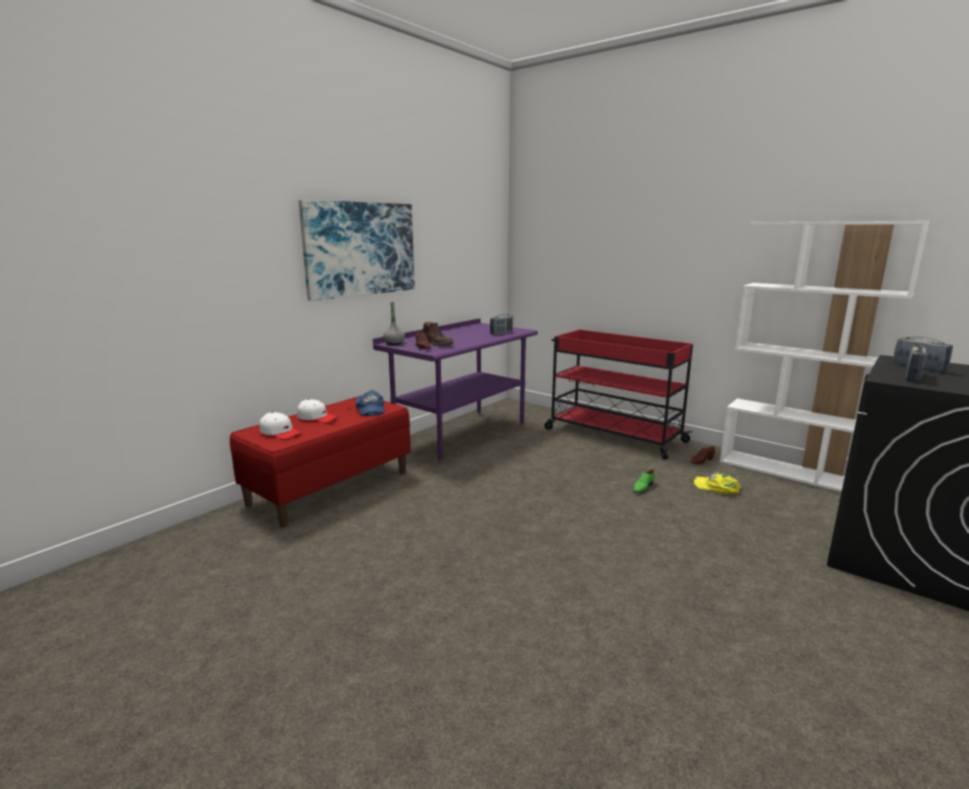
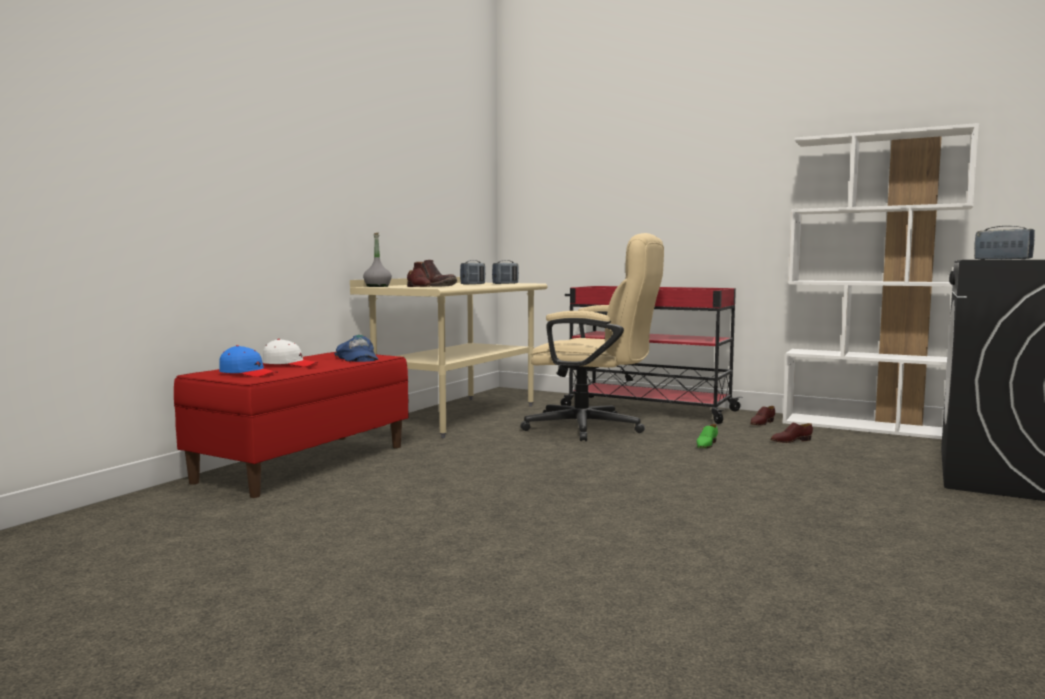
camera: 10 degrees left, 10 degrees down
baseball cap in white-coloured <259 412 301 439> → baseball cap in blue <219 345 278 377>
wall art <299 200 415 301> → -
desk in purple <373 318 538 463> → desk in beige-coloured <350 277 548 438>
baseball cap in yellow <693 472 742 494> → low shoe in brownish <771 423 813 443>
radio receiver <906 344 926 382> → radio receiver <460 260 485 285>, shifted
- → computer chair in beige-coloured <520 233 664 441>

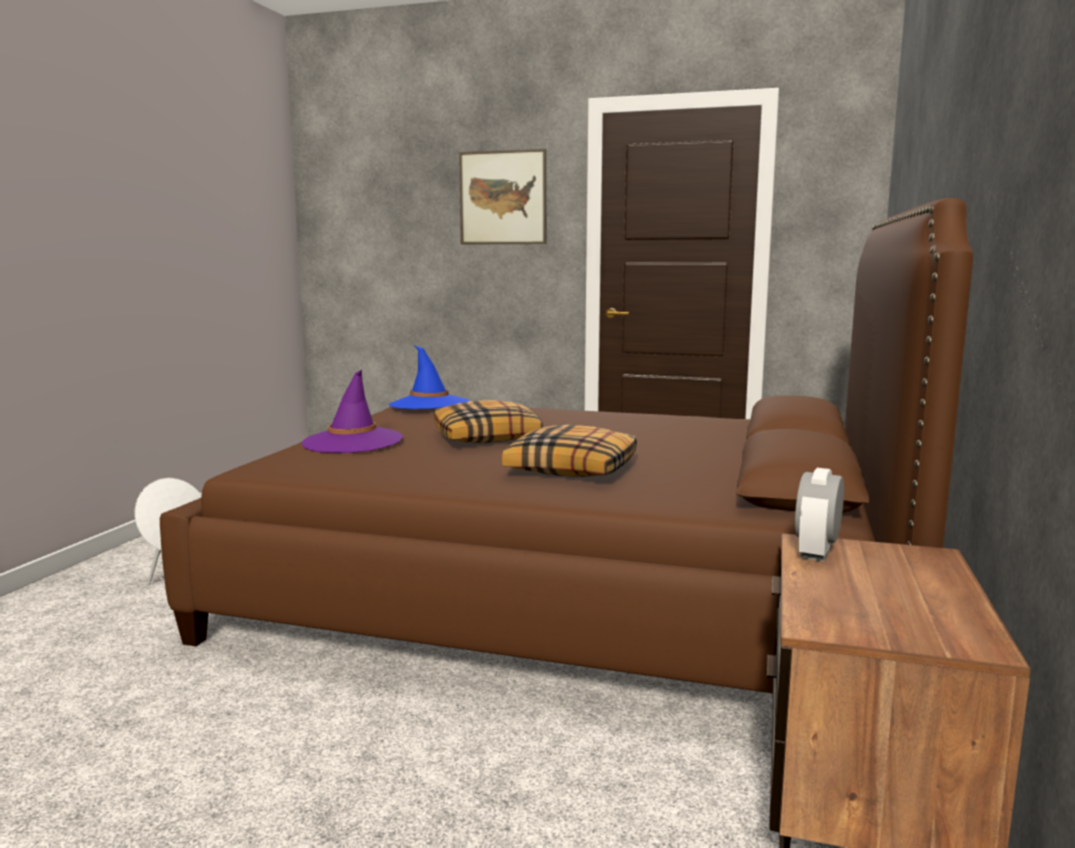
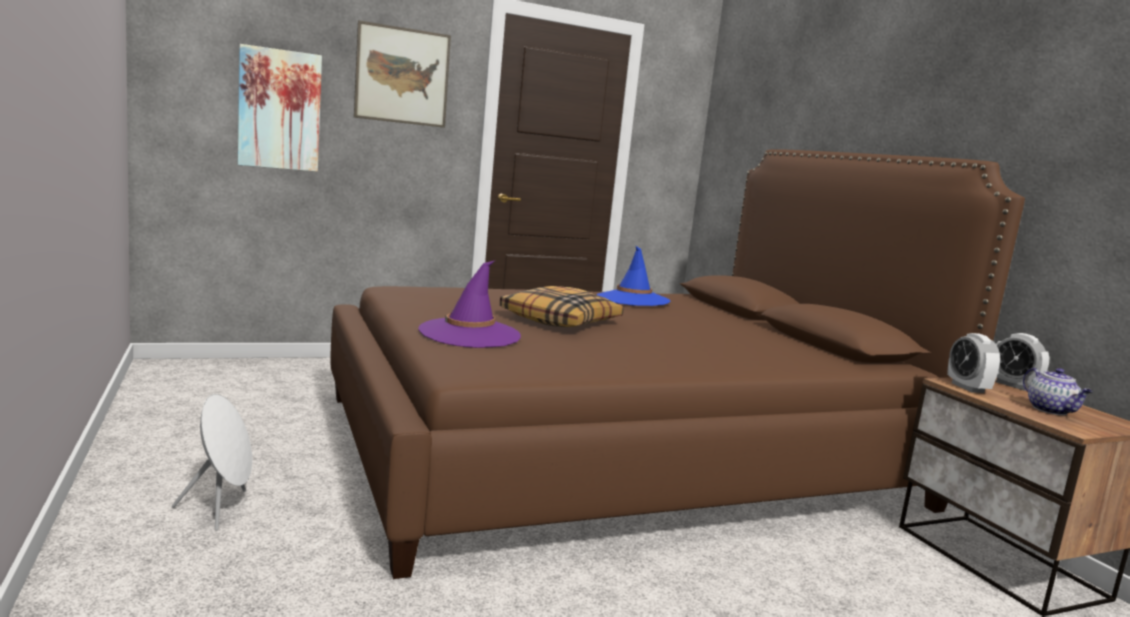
camera: 40 degrees left, 0 degrees up
clothing hat in blue <389 345 469 409> → clothing hat in blue <597 246 671 306>, shifted
pillow <502 425 637 477> → -
- → wall art <238 44 322 172>
- → table clock <996 333 1050 391>
- → pot for tea <1023 368 1093 415>

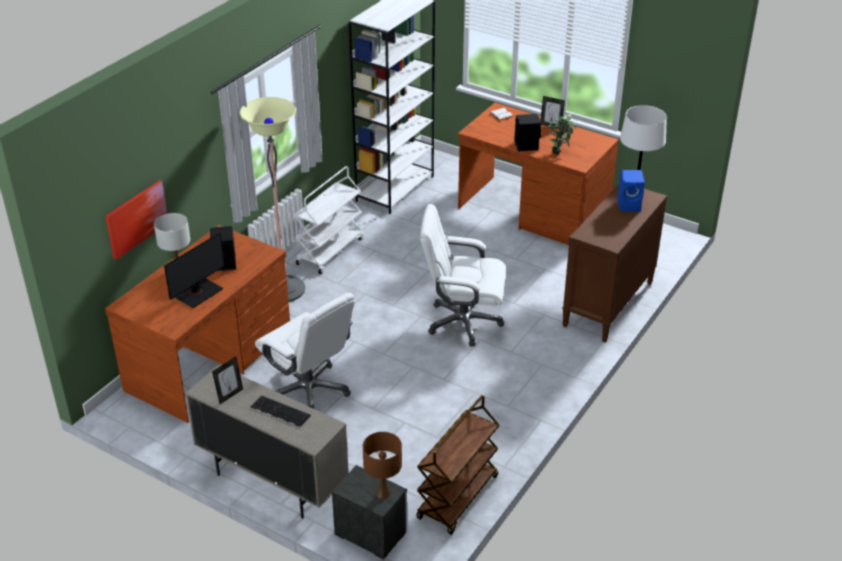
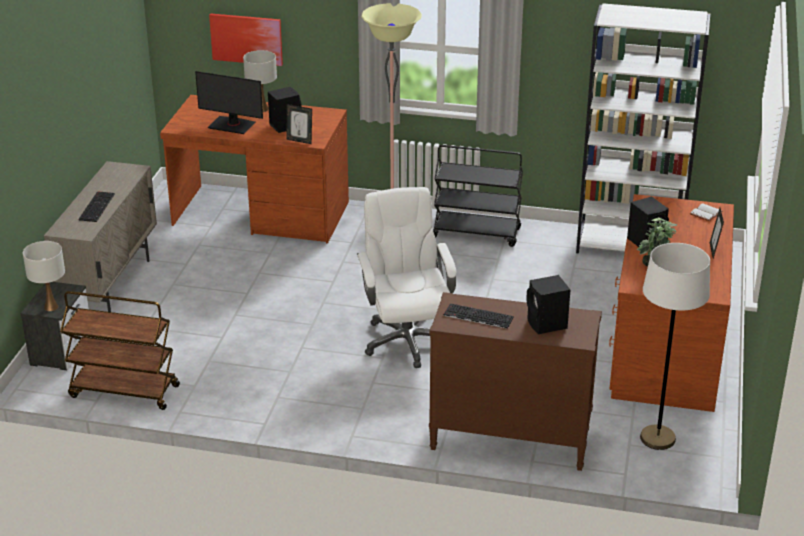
camera: 70 degrees right, 5 degrees down
picture frame <212 357 243 404> → picture frame <286 104 312 144>, shifted
computer chair in white-coloured <255 293 355 409> → -
cart in white-coloured <294 166 363 274> → cart in black-coloured <433 145 523 247>
table lamp in brownish <363 432 402 499> → table lamp in white-coloured <23 241 65 311>
audio speaker in blue <618 170 645 212> → audio speaker in black-coloured <526 275 570 334>
- → keyboard <443 303 514 329>

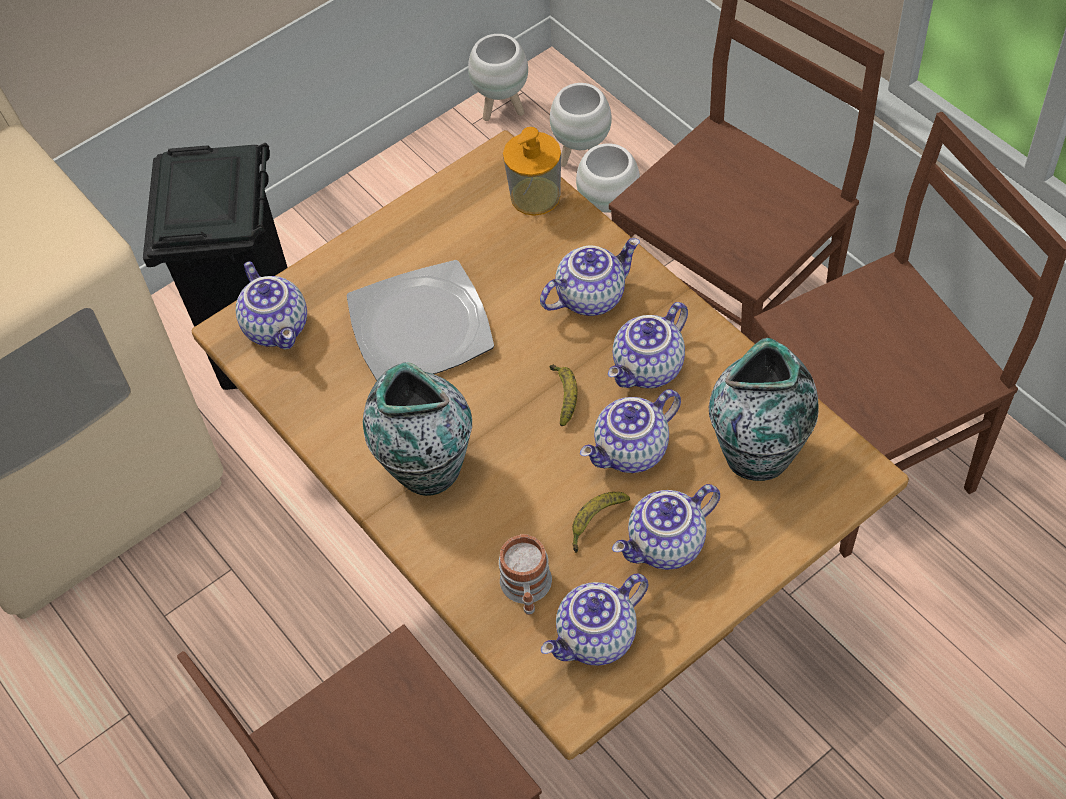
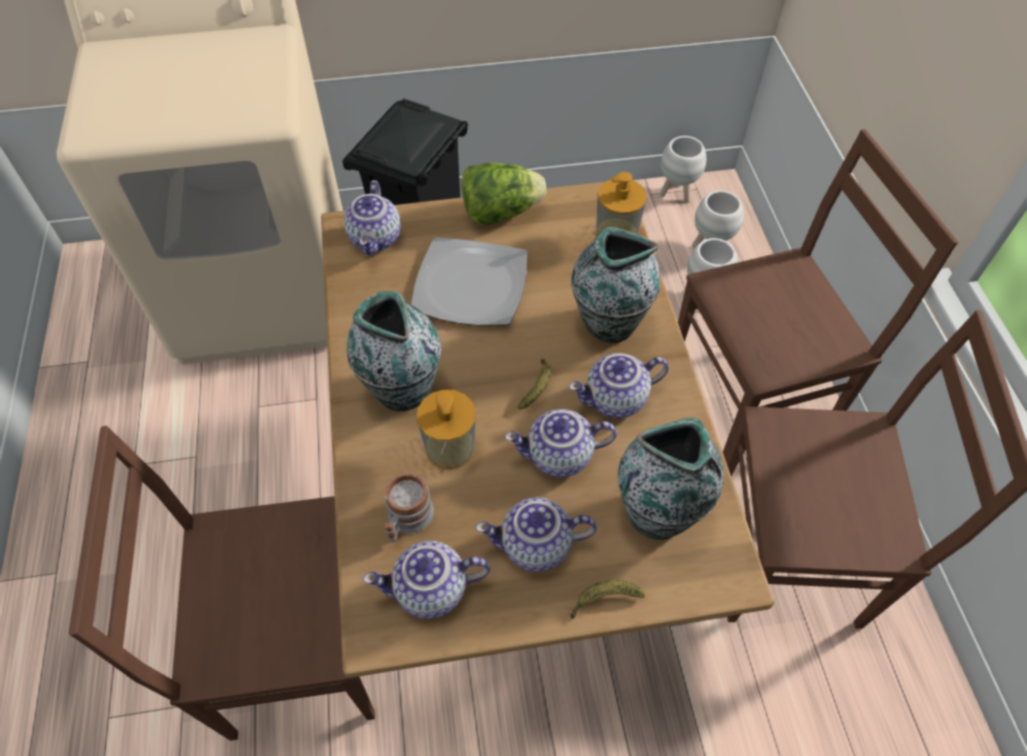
camera: 25 degrees right, 0 degrees up
pot for tea <540 238 640 316> → decorative vase <571 227 660 343>
banana <572 492 630 553> → banana <571 580 645 619>, shifted
- → liquid soap bottle <416 390 476 469>
- → head of lettuce <462 163 546 225>

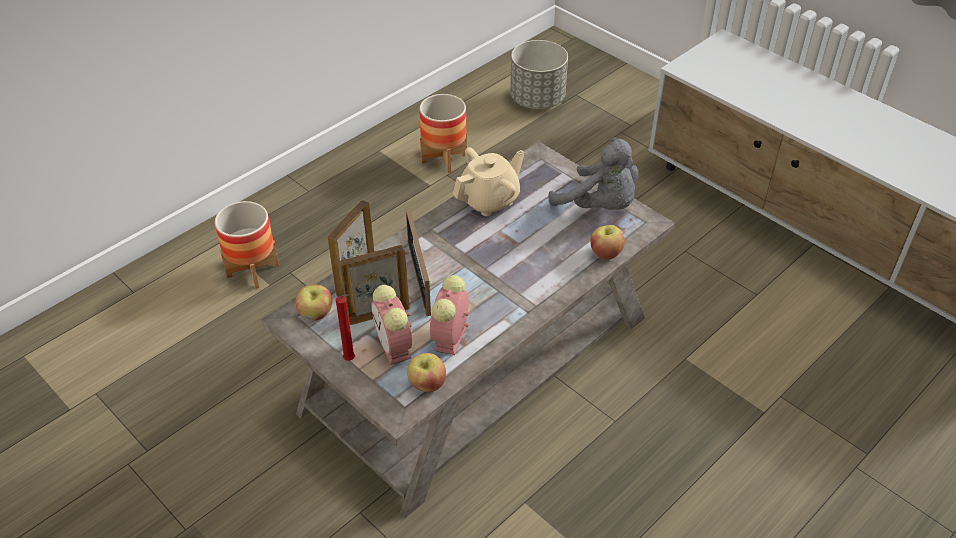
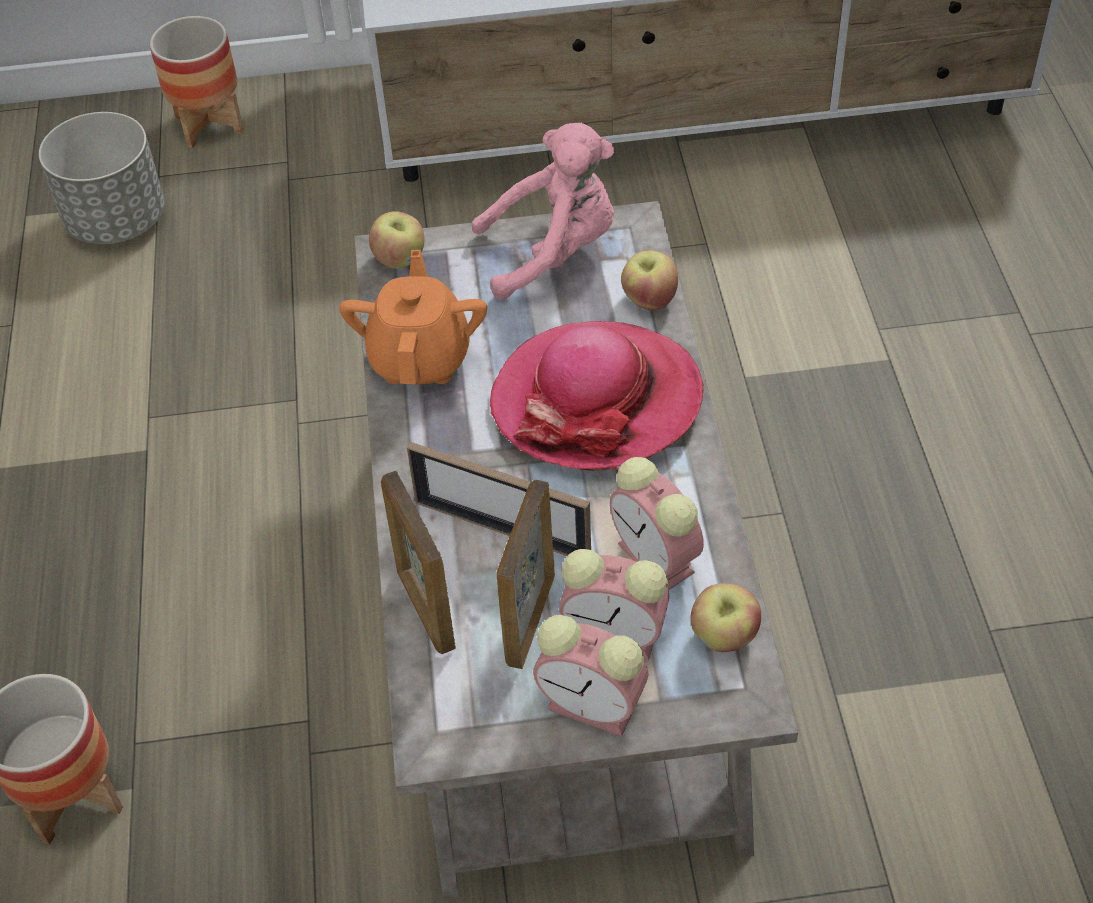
camera: 50 degrees left, 5 degrees up
whole apple <296 284 332 321> → whole apple <369 211 425 269>, shifted
wax light in reddish <336 294 355 361> → table clock <533 615 649 737>
plant pot <419 94 467 173> → plant pot <150 16 244 148>, shifted
pot for tea in beige-coloured <453 147 525 216> → pot for tea in orangey <339 250 487 384>
plush toy in gray <548 138 638 210> → plush toy in pinkish <472 123 614 299>
- → clothing hat <490 321 703 471>

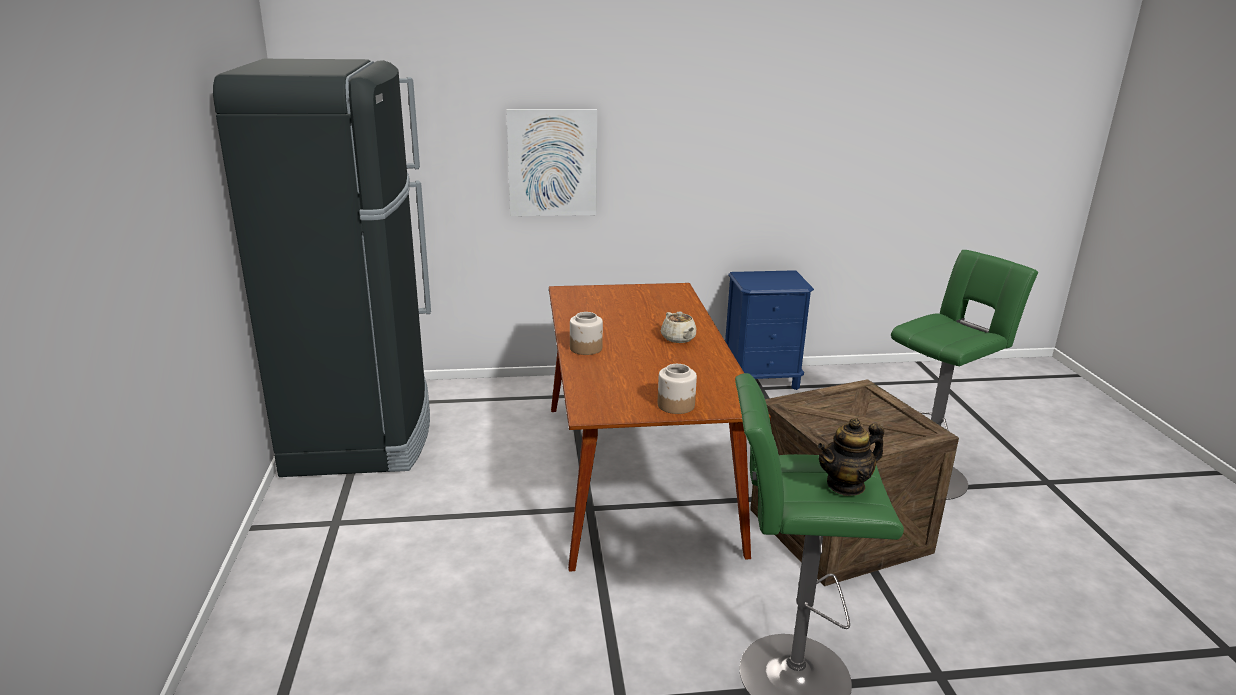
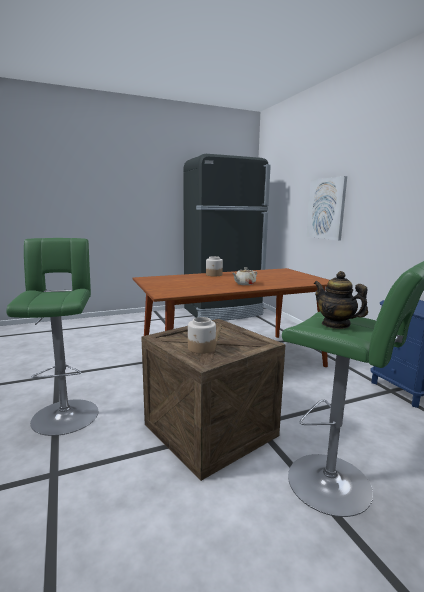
camera: 75 degrees right, 10 degrees down
preserve jar <658 364 697 414> → preserve jar <188 317 216 354>, shifted
pot for tea <817 418 884 496> → pot for tea <314 271 368 329>, shifted

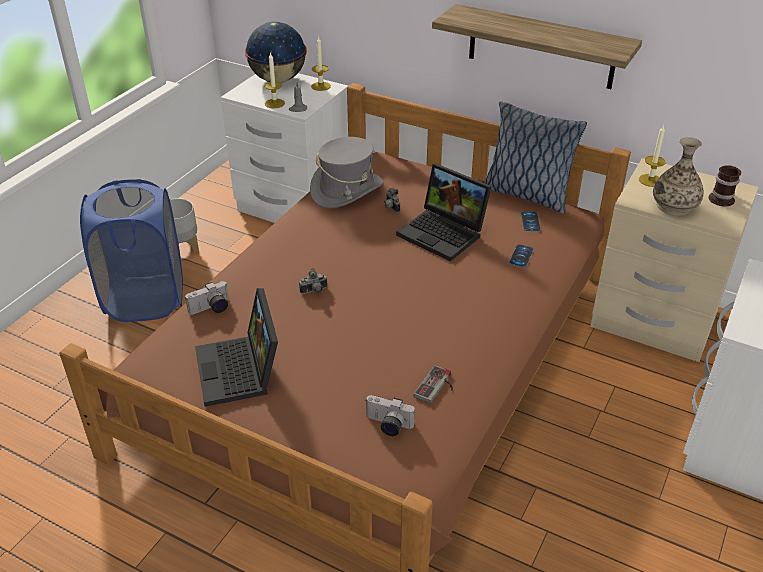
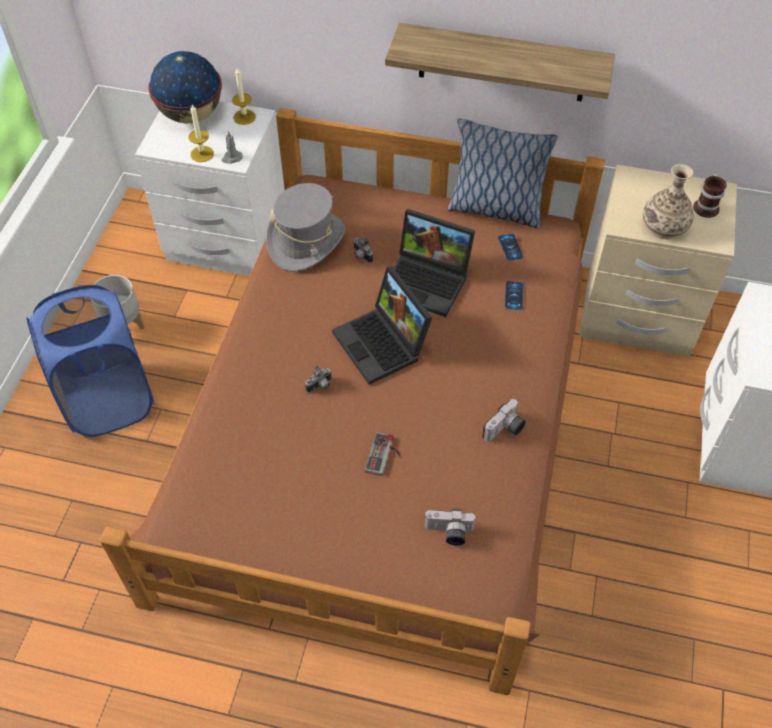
camera: 15 degrees left, 15 degrees up
photo camera <185 281 229 315> → photo camera <482 399 526 442>, shifted
portable computer <195 288 278 407> → portable computer <332 266 433 385>, shifted
game controller <414 365 453 403> → game controller <365 432 400 476>, shifted
wax light <639 125 665 187> → -

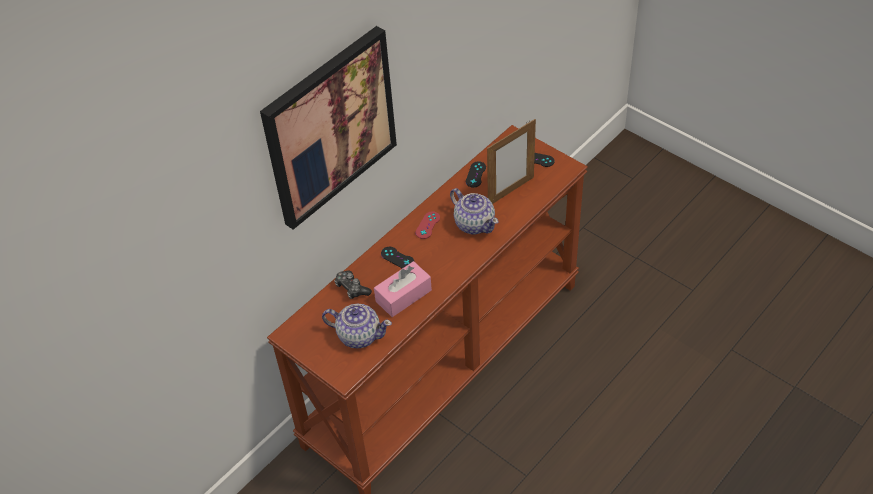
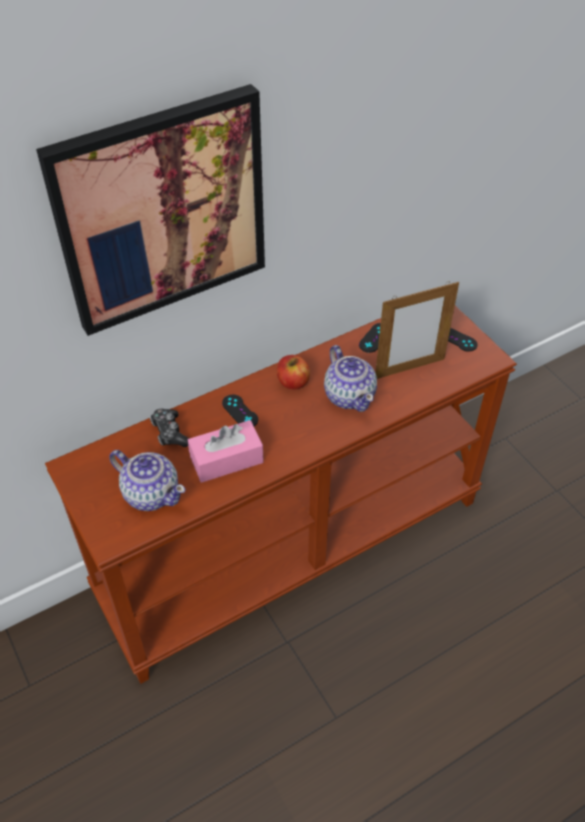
camera: 15 degrees right, 0 degrees up
game controller in reddish <416 211 440 239> → whole apple <277 355 310 390>

